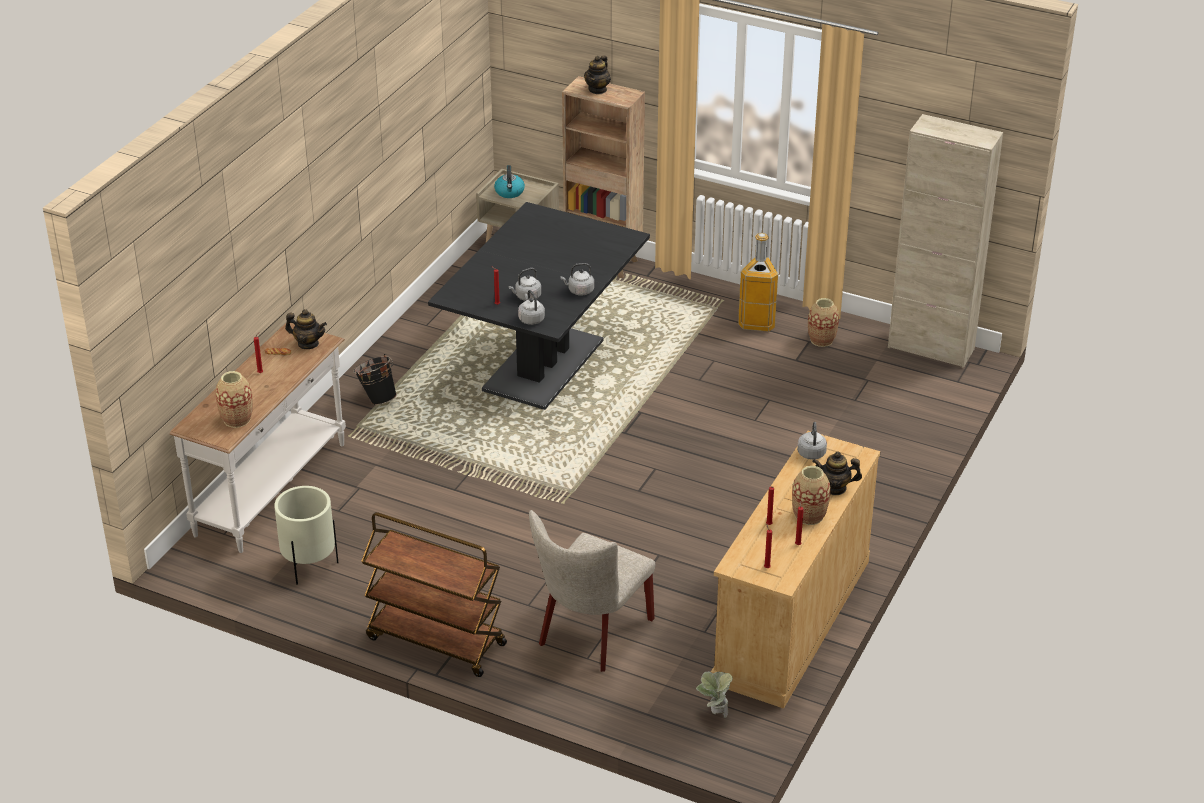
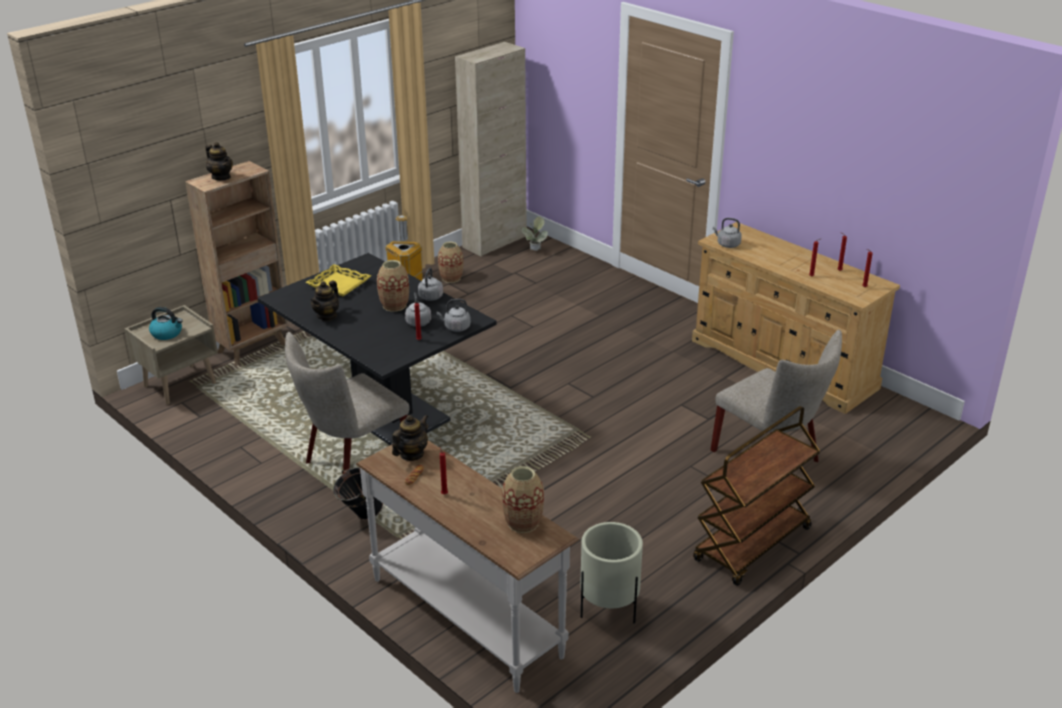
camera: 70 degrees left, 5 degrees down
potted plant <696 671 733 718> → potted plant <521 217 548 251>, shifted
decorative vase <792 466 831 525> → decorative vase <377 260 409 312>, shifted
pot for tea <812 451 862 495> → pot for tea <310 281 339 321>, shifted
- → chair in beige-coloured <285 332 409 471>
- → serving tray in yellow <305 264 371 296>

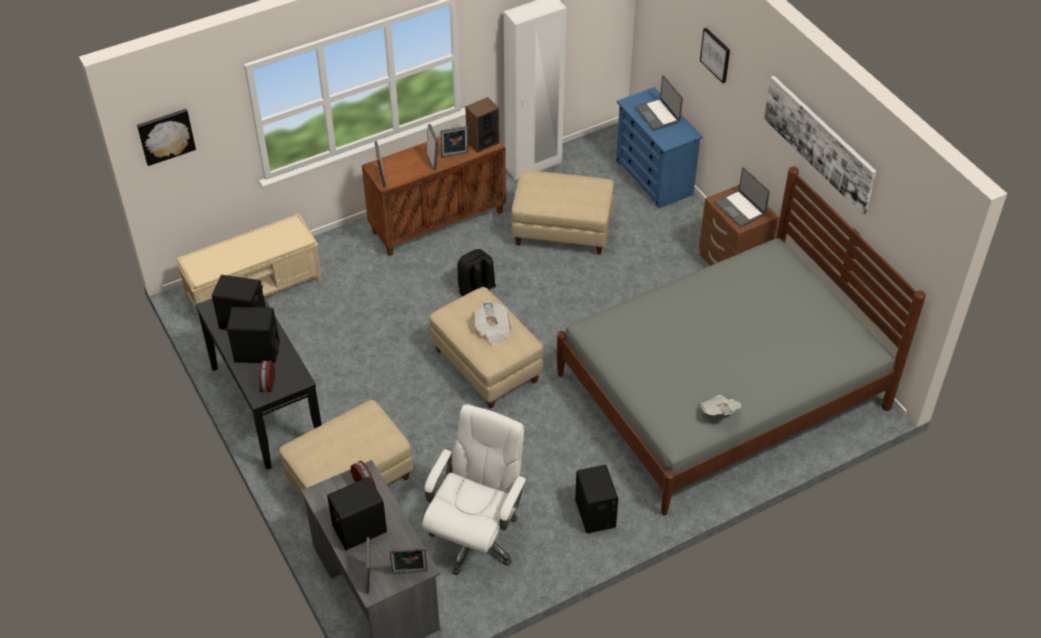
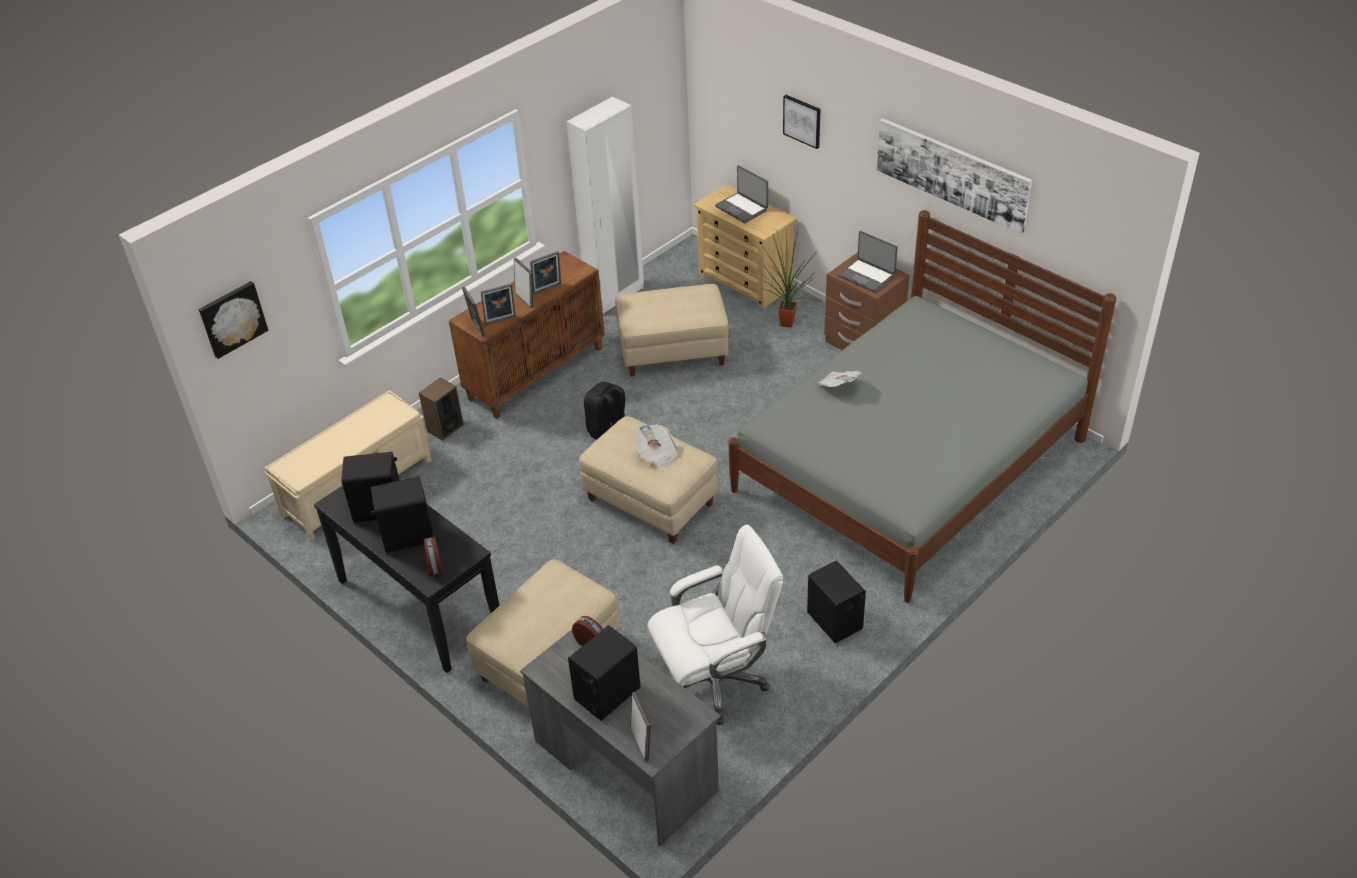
camera: 15 degrees left, 5 degrees down
picture frame <389 547 427 574> → picture frame <480 284 516 325>, shifted
computer chair in white-coloured <422 404 528 575> → computer chair in white-coloured <647 525 783 725>, 60 degrees clockwise
audio speaker <465 97 499 153> → audio speaker <419 377 464 441>, shifted
chest of drawers in blue <616 87 703 209> → chest of drawers in beige-coloured <693 184 797 308>
newspaper <700 395 741 415> → newspaper <818 371 861 387>, shifted
- → potted plant <761 225 817 328>

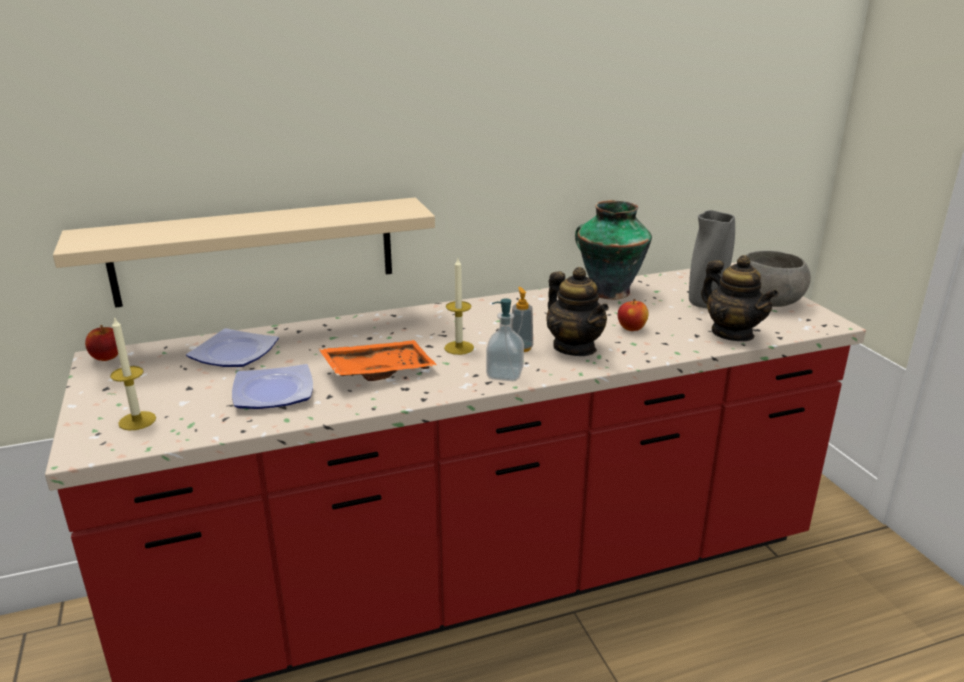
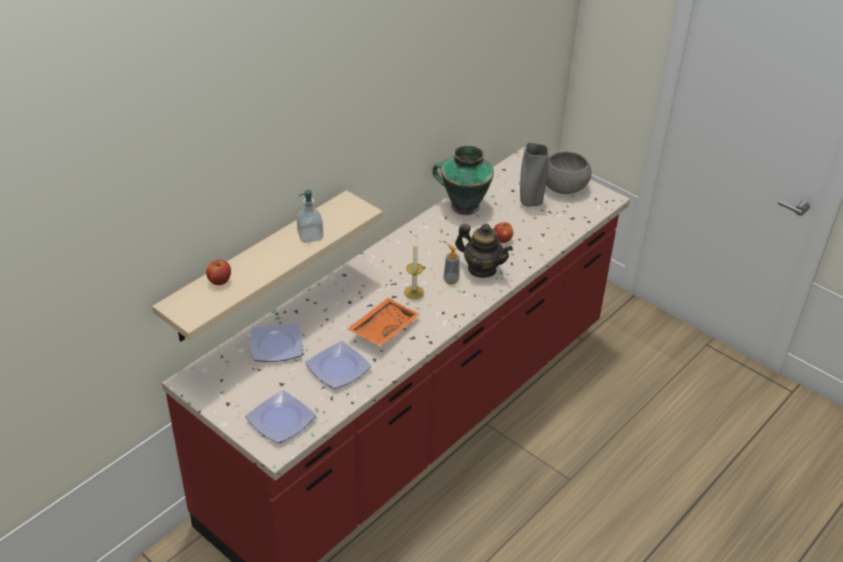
camera: 30 degrees left, 15 degrees up
whole apple <85 325 118 361> → whole apple <206 259 231 285>, shifted
wax light <110 316 156 431> → dinner plate <246 390 316 443>
liquid soap bottle <486 298 524 381> → liquid soap bottle <296 190 323 243>, shifted
pot for tea <701 255 779 341> → -

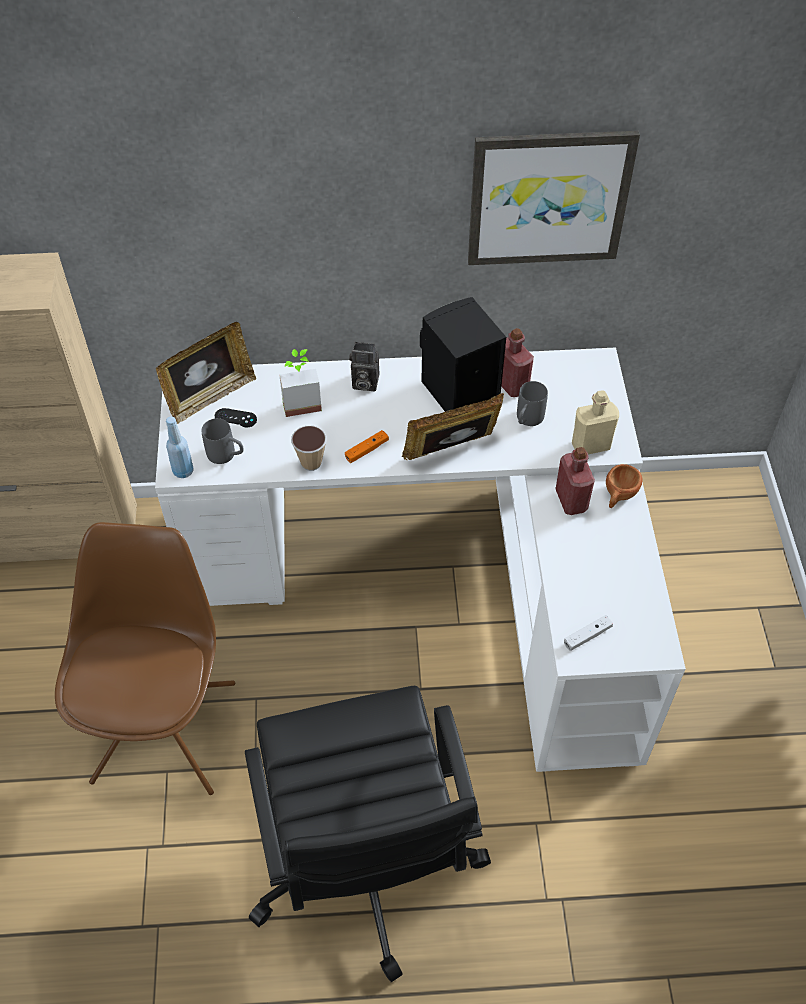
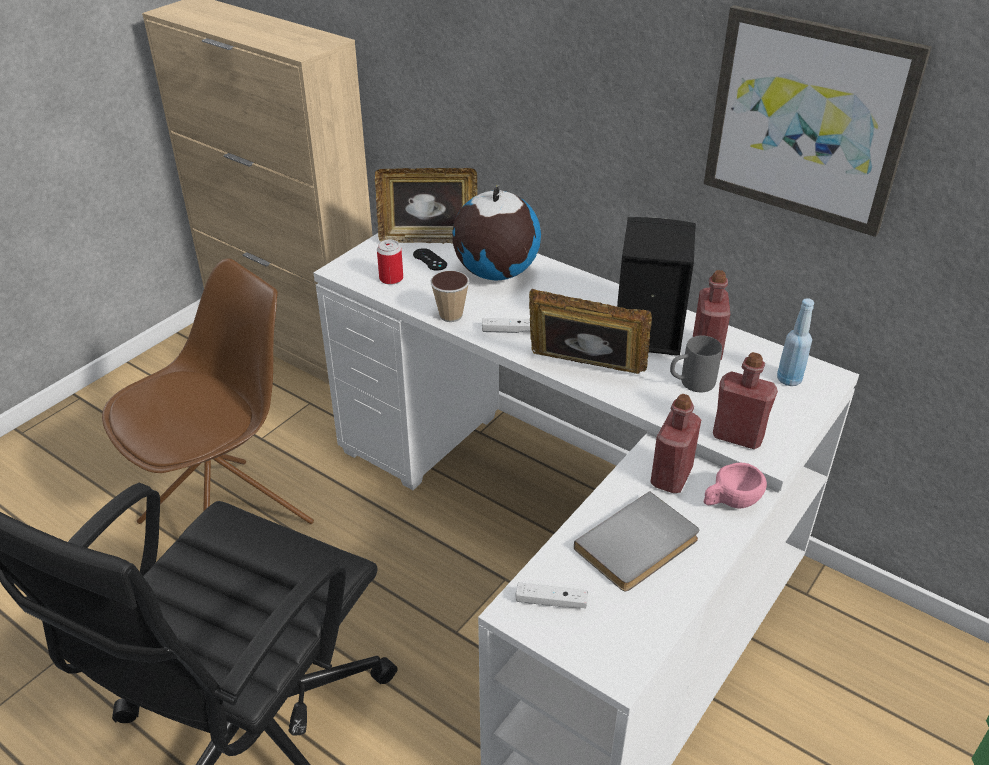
camera: 40 degrees right, 15 degrees down
beverage bottle in blue <166 416 194 478> → beverage bottle in blue <777 298 814 386>, shifted
tea mug in gray <202 418 244 464> → sealed can <377 240 403 285>
potted plant <279 349 322 417> → world globe <452 186 541 281>
game controller in orangey <345 430 389 463> → game controller in white-coloured <482 318 530 333>
photo camera <349 342 379 391> → -
beverage bottle in beige-coloured <572 390 619 454> → beverage bottle in reddish <713 352 778 449>
small cup in brownish <606 464 643 508> → small cup in pinkish <704 463 767 508>
- → bound book in gray <574 491 700 591>

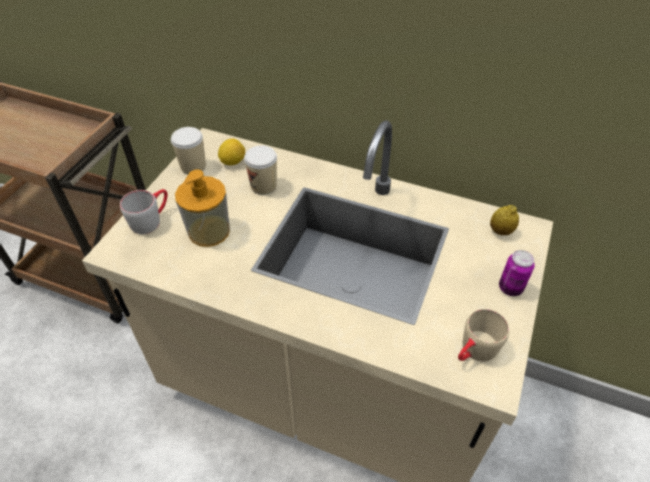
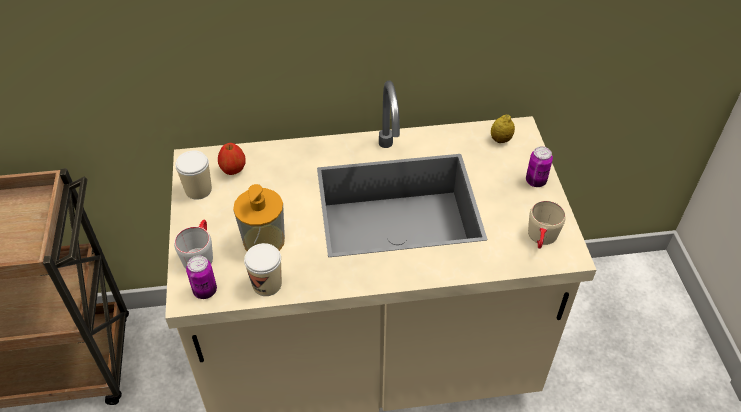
camera: 30 degrees left, 0 degrees up
lemon <218 139 245 165> → whole apple <218 143 246 175>
small cup <244 145 277 195> → small cup <244 243 282 296>, shifted
- → sealed can <186 256 217 299>

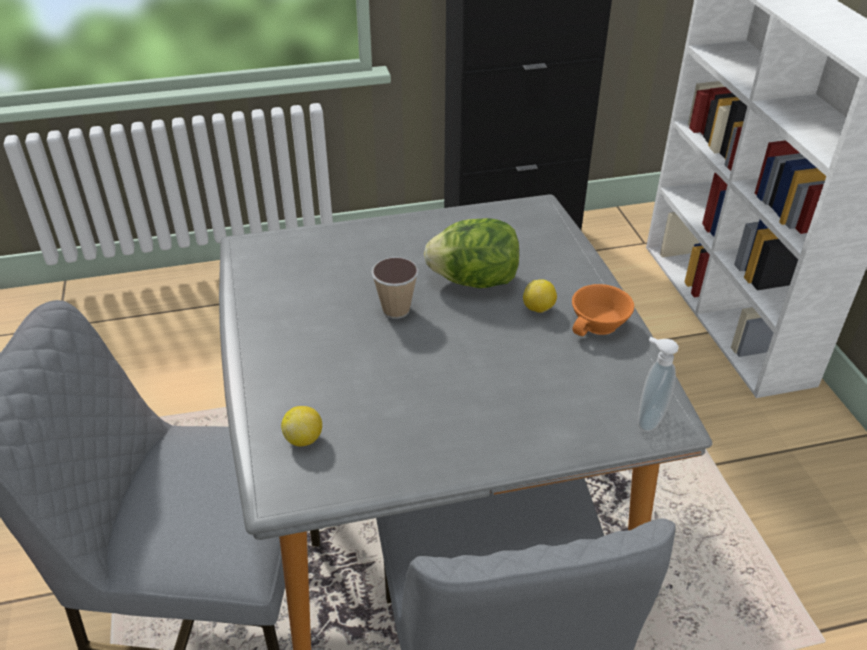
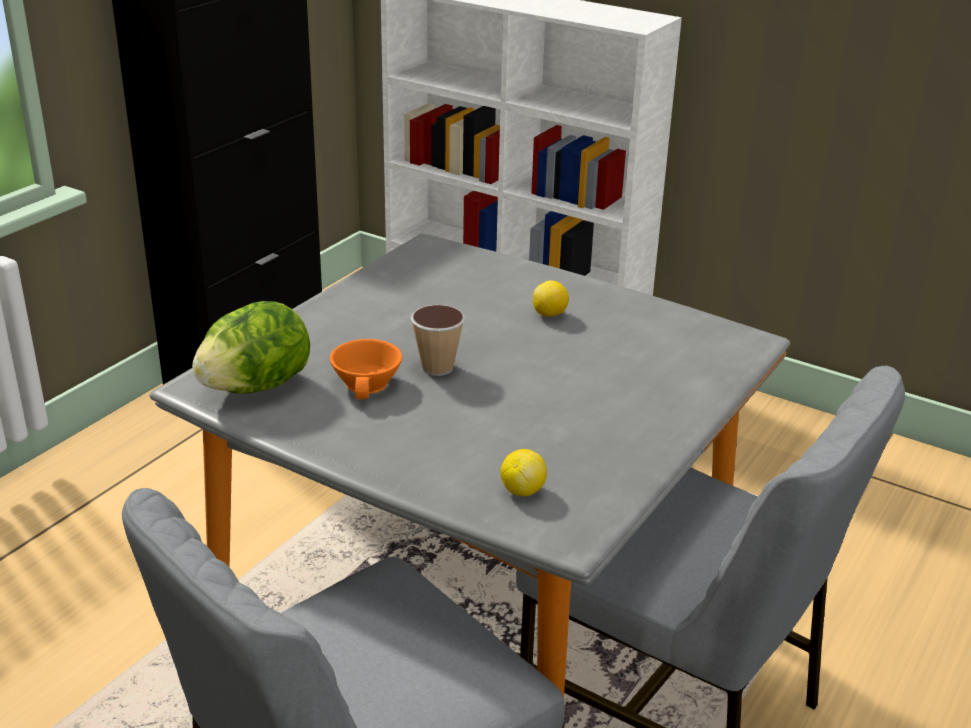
camera: 45 degrees left, 10 degrees down
head of lettuce <424 218 519 288> → head of lettuce <192 301 310 394>, shifted
small cup in orangey <572 284 634 336> → small cup in orangey <330 339 402 399>, shifted
liquid soap bottle <638 337 679 432> → -

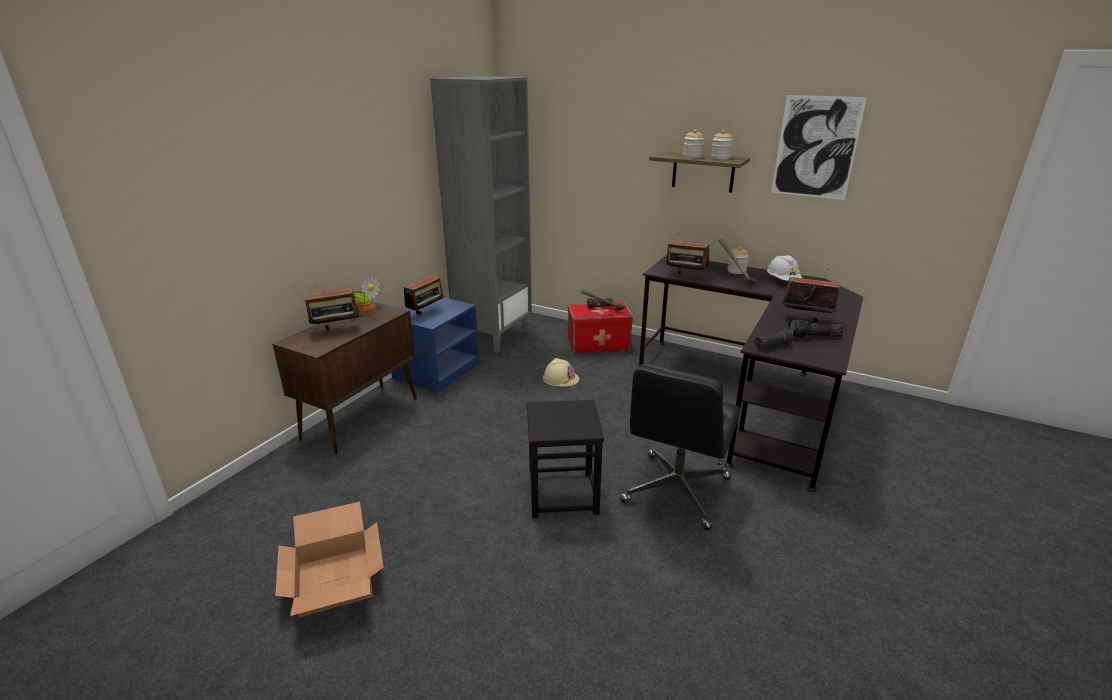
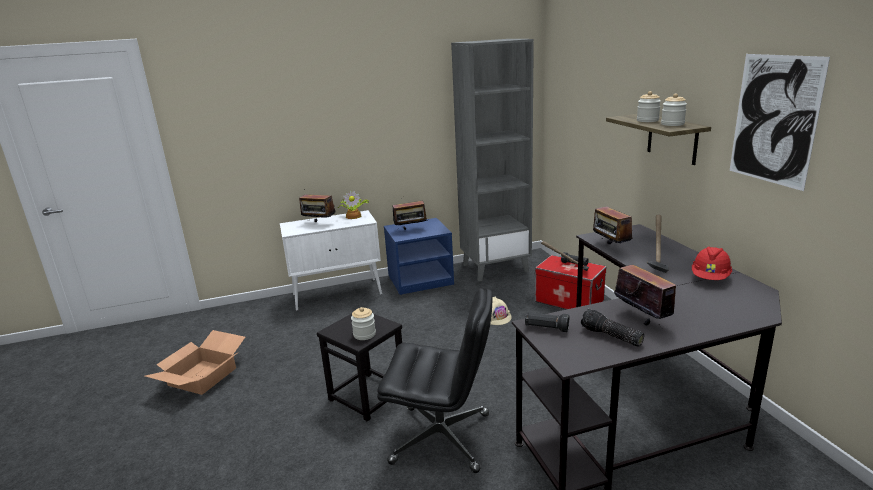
camera: 45 degrees right, 5 degrees down
cupboard in brownish <272 301 417 455> → cupboard in white-coloured <280 210 382 311>
computer chair in black-coloured <620 364 740 530> → computer chair in black-coloured <377 288 492 473>, 150 degrees counterclockwise
preserve jar <728 247 749 274> → preserve jar <351 307 376 340>, shifted
hard hat in white-coloured <767 255 802 281> → hard hat in reddish <692 246 732 280>

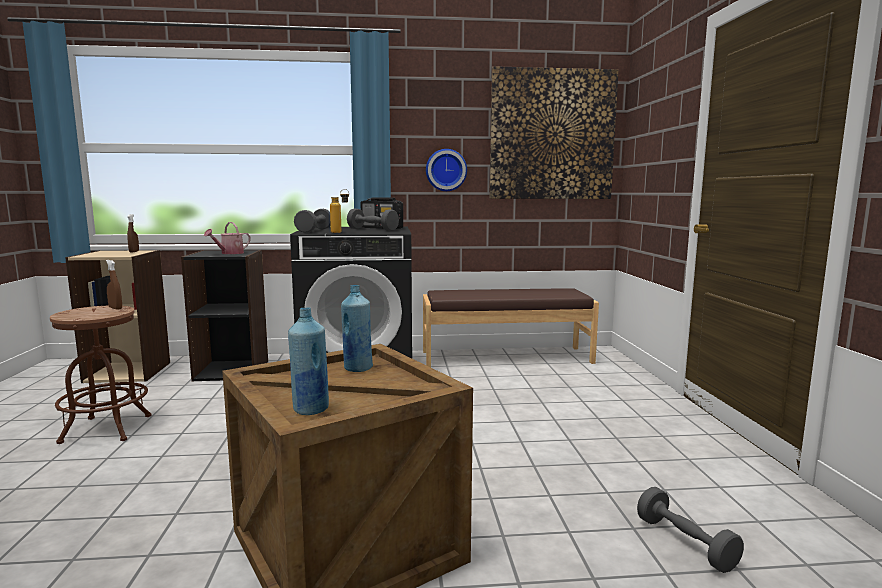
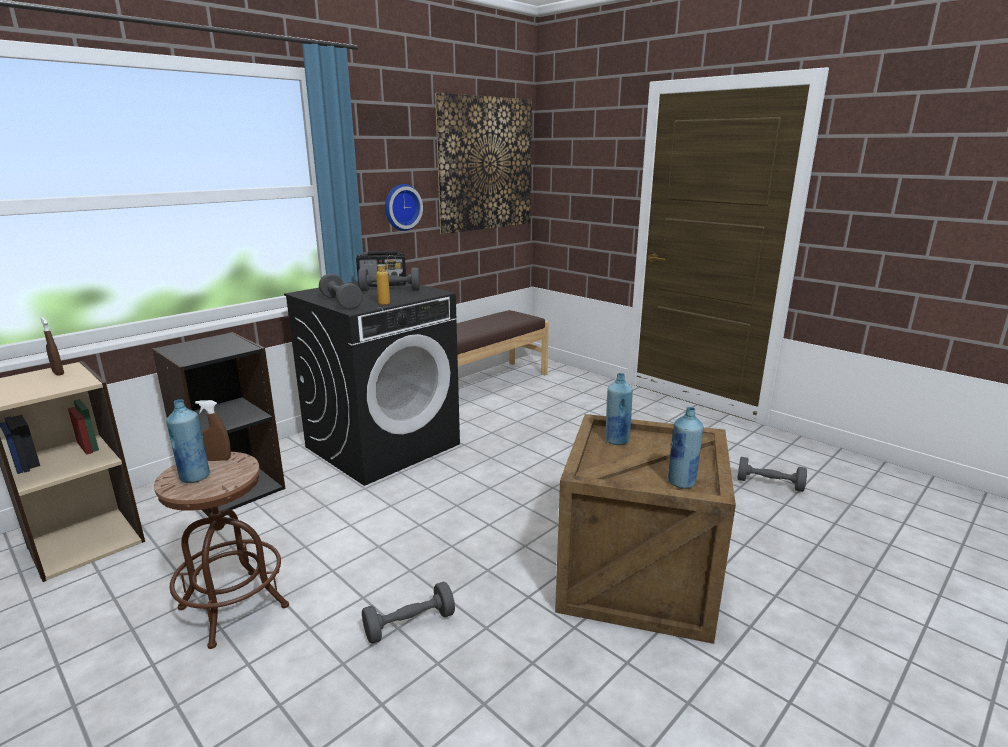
camera: 40 degrees left, 10 degrees up
watering can <204 222 251 254> → -
- → beverage bottle in blue <166 399 211 483>
- → hand weight in gray <362 582 455 644>

